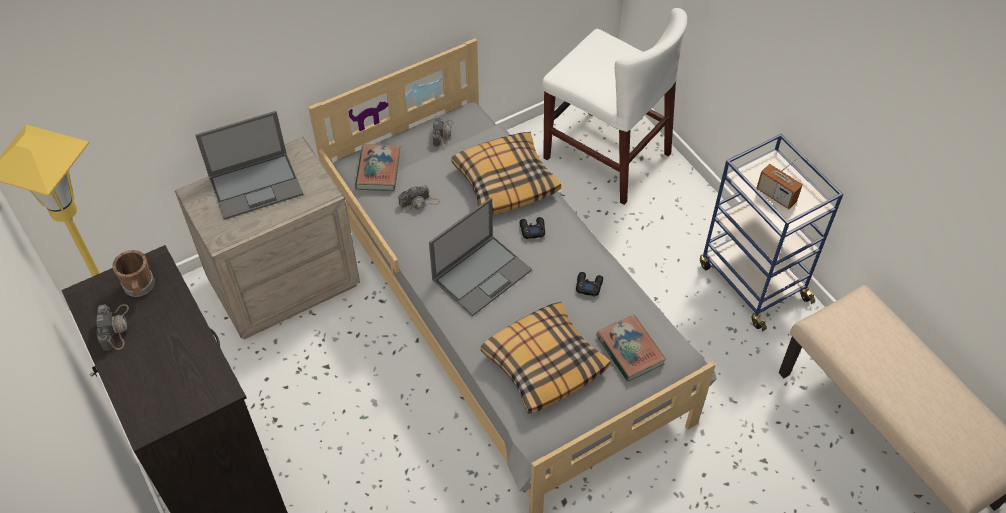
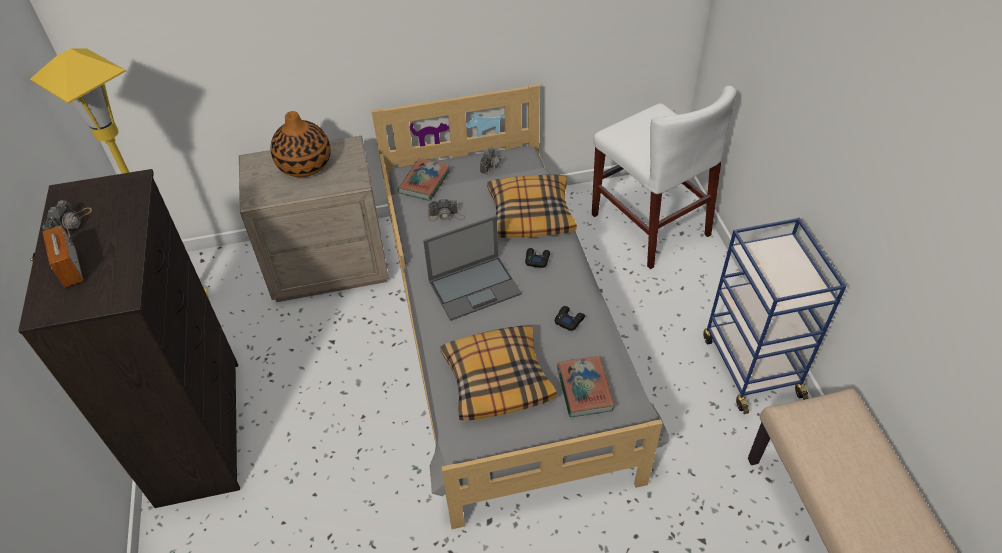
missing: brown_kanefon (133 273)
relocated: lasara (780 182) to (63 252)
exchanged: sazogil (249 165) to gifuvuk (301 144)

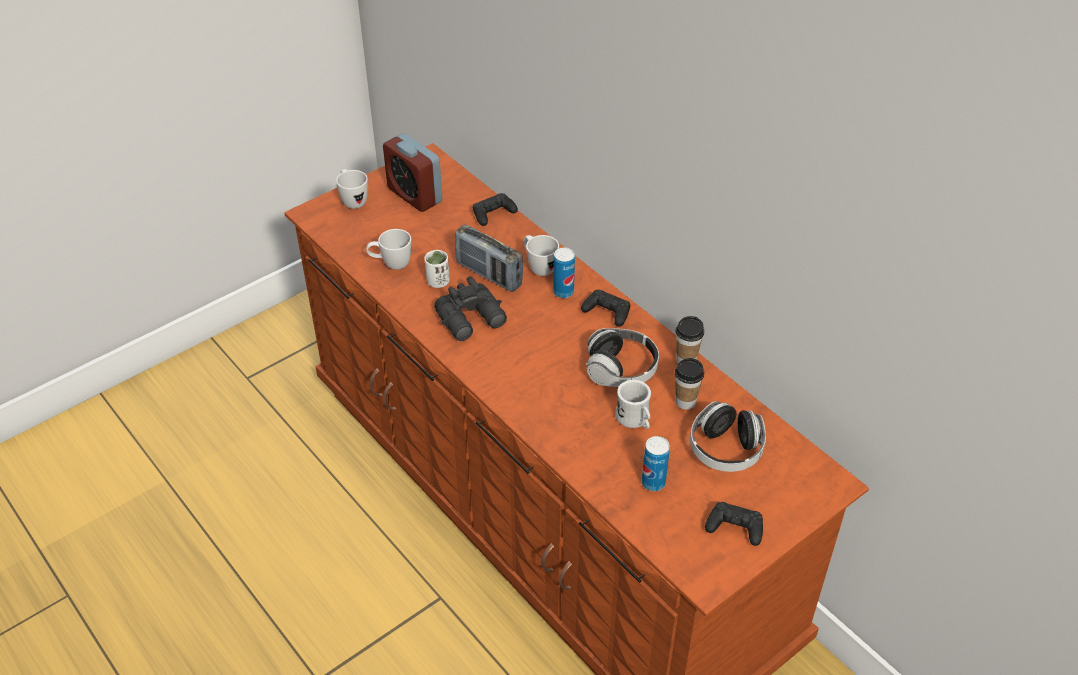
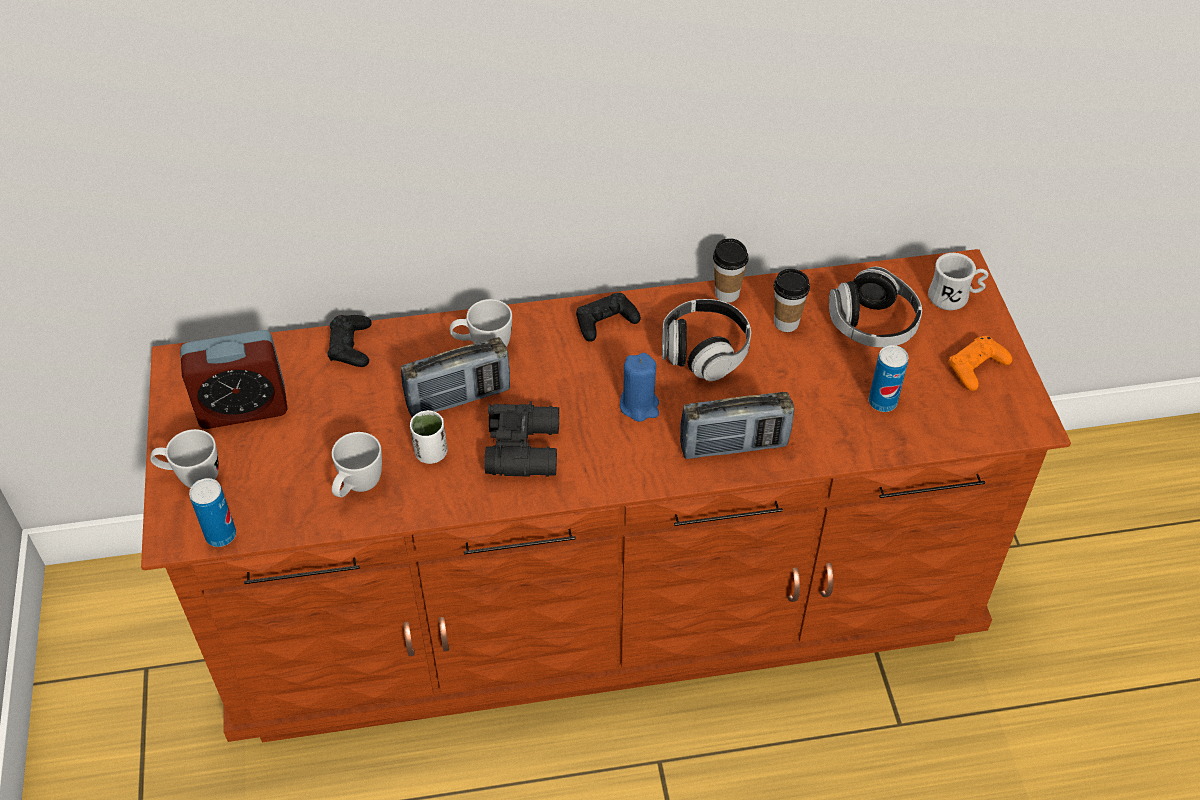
appeared: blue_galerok (639 387); lasara (737 425)
relocated: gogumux (564 272) to (212 512); white_kanefon (633 404) to (958 281)
colour: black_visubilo (734 524) to orange_visubilo (980 363)

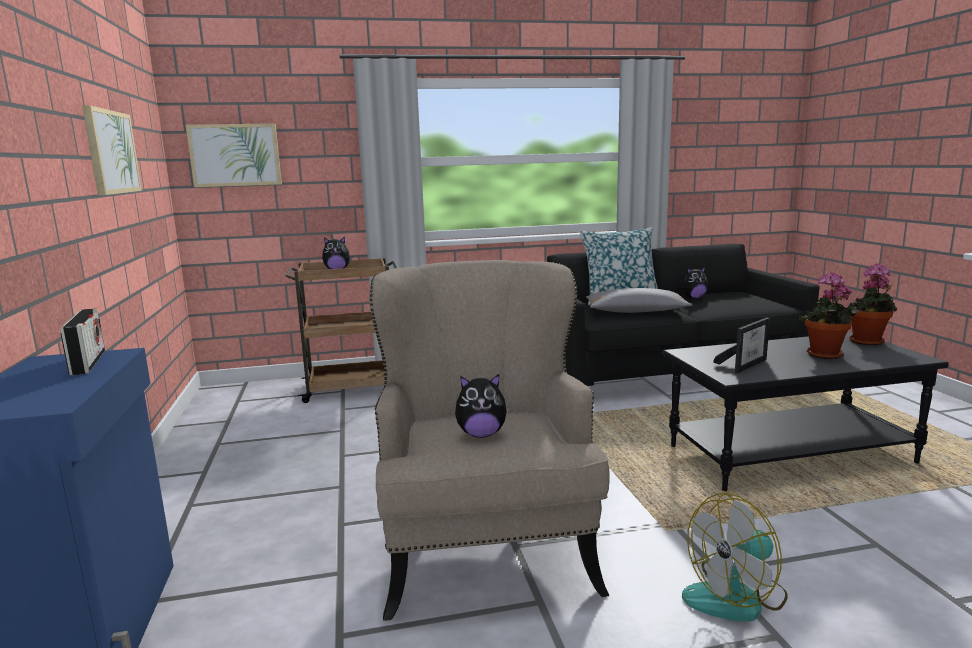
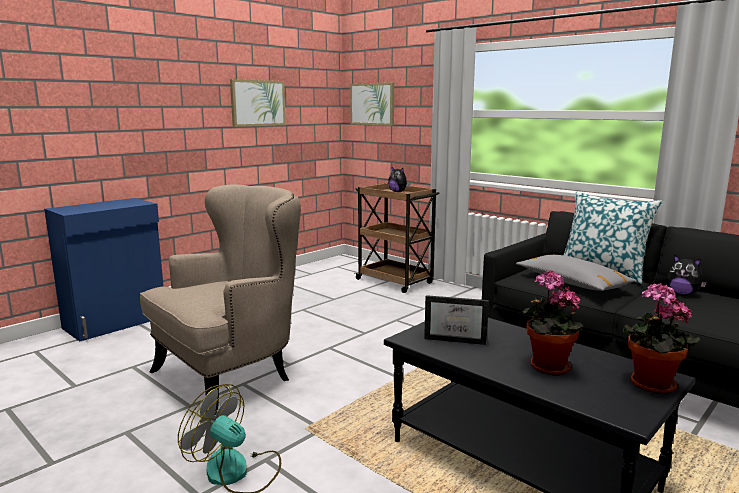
missing: lasara (82 342); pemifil (482 406)

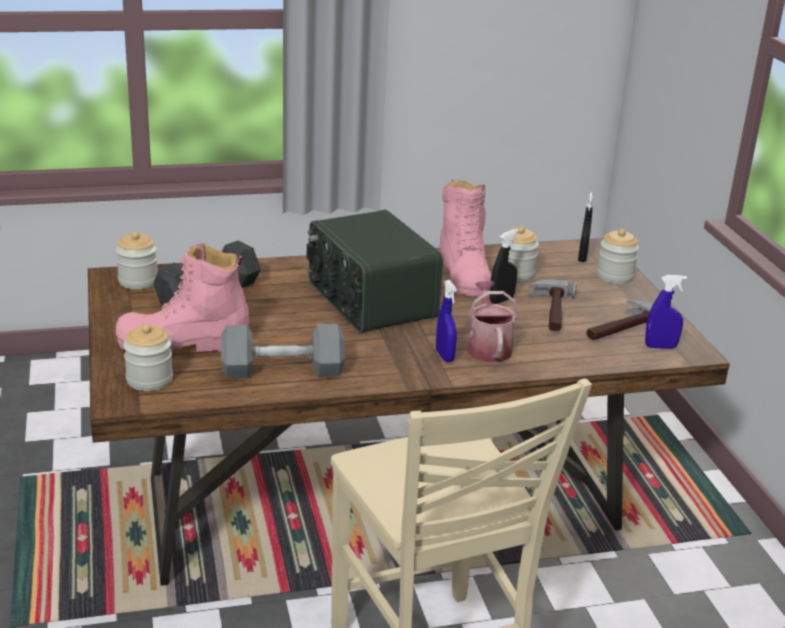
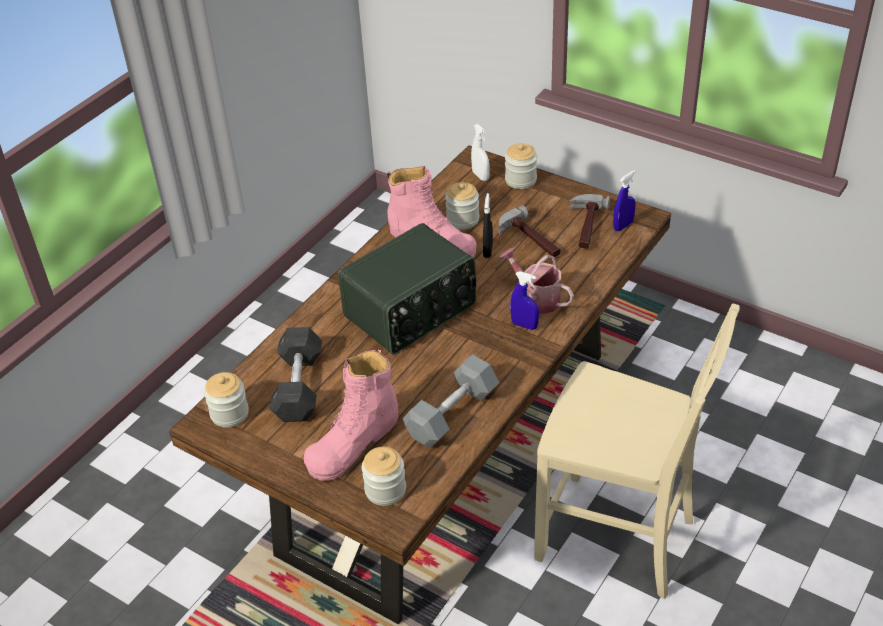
colour: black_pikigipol (585 227) to white_pikigipol (480 152)
spun: lasara (375 271) = (407 289) 60 degrees counterclockwise

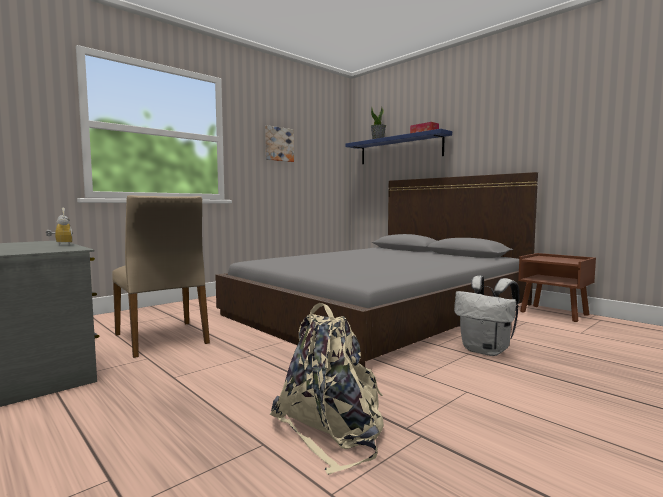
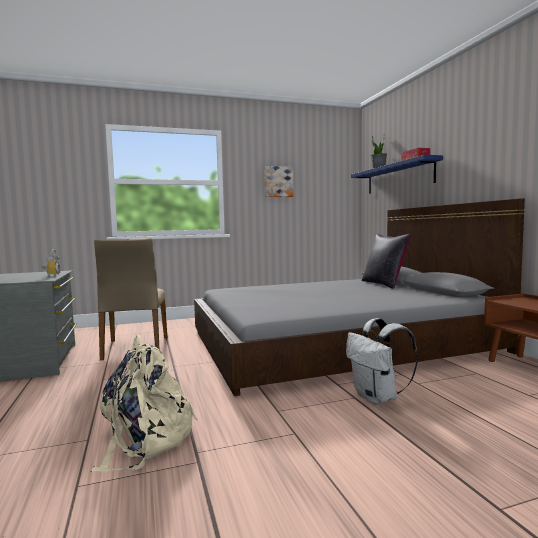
appeared: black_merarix (386 261)

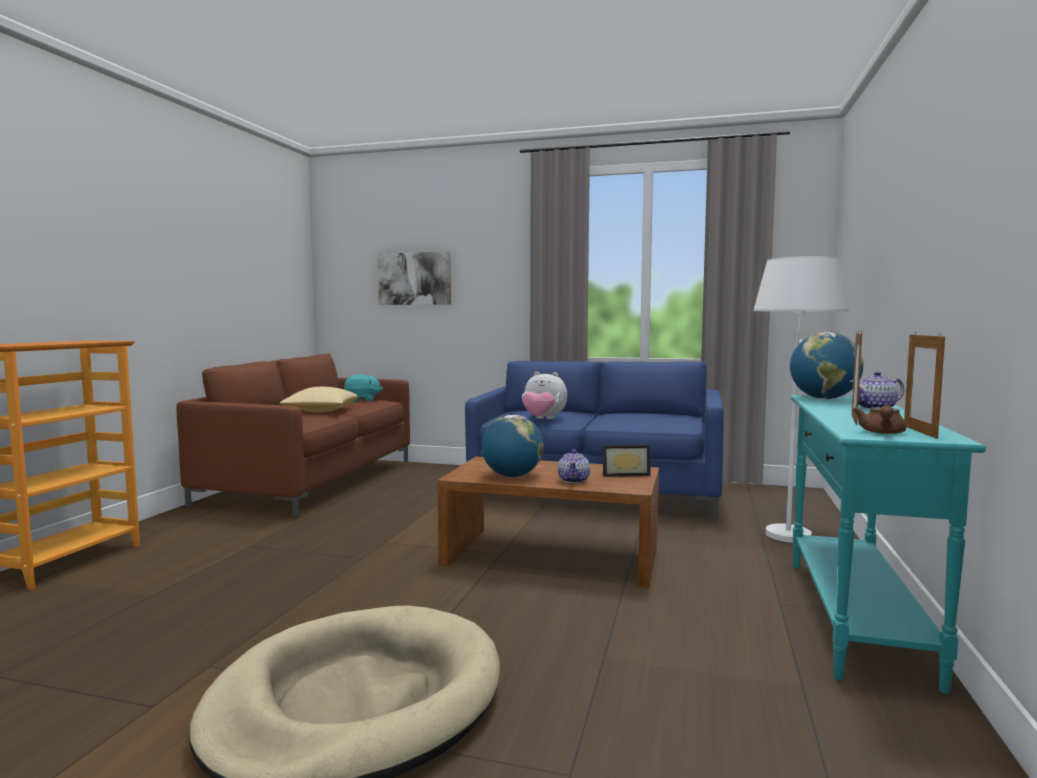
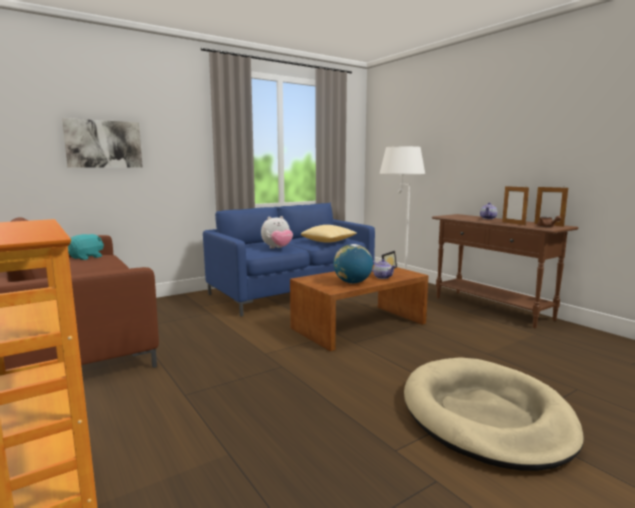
missing: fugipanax (827 365)
relocated: merarix (319 399) to (329 234)
colour: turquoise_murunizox (888 544) to brown_murunizox (505 271)

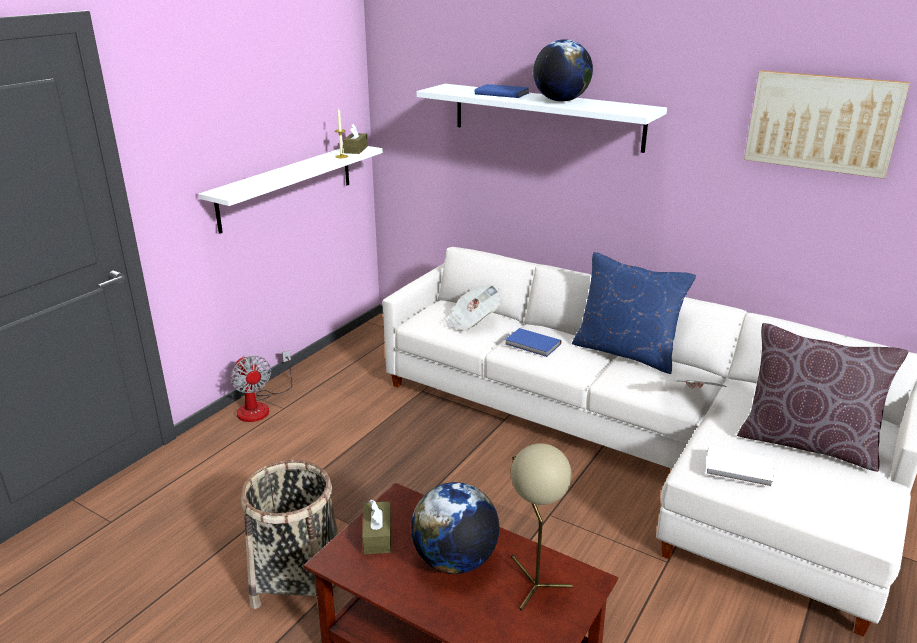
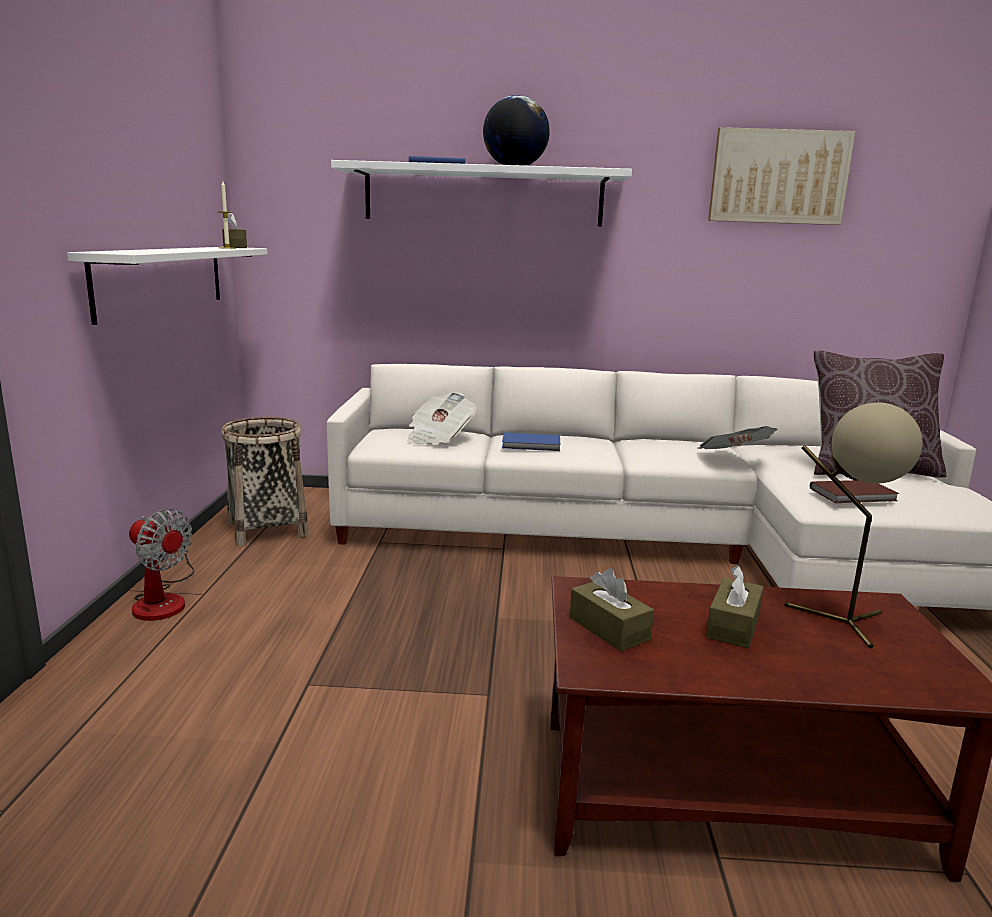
missing: blue_merarix (634 313)
relocated: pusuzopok (289 535) to (265 481)
exchanged: fugipanax (455 528) to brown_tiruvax (735 606)
colour: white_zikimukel (739 466) to brown_zikimukel (854 491)

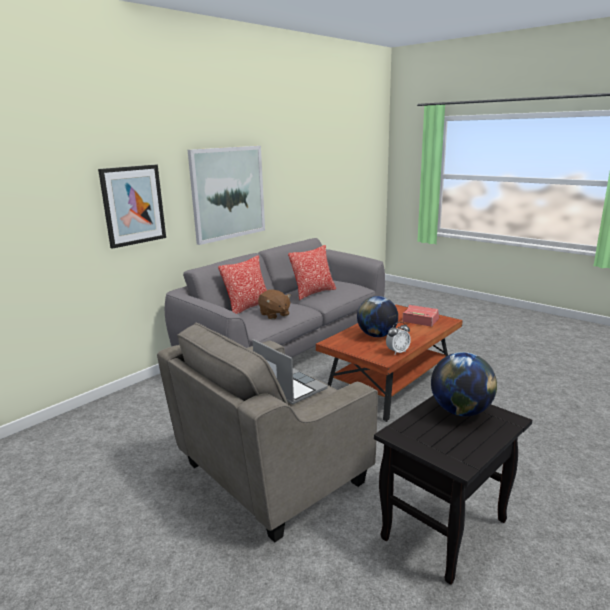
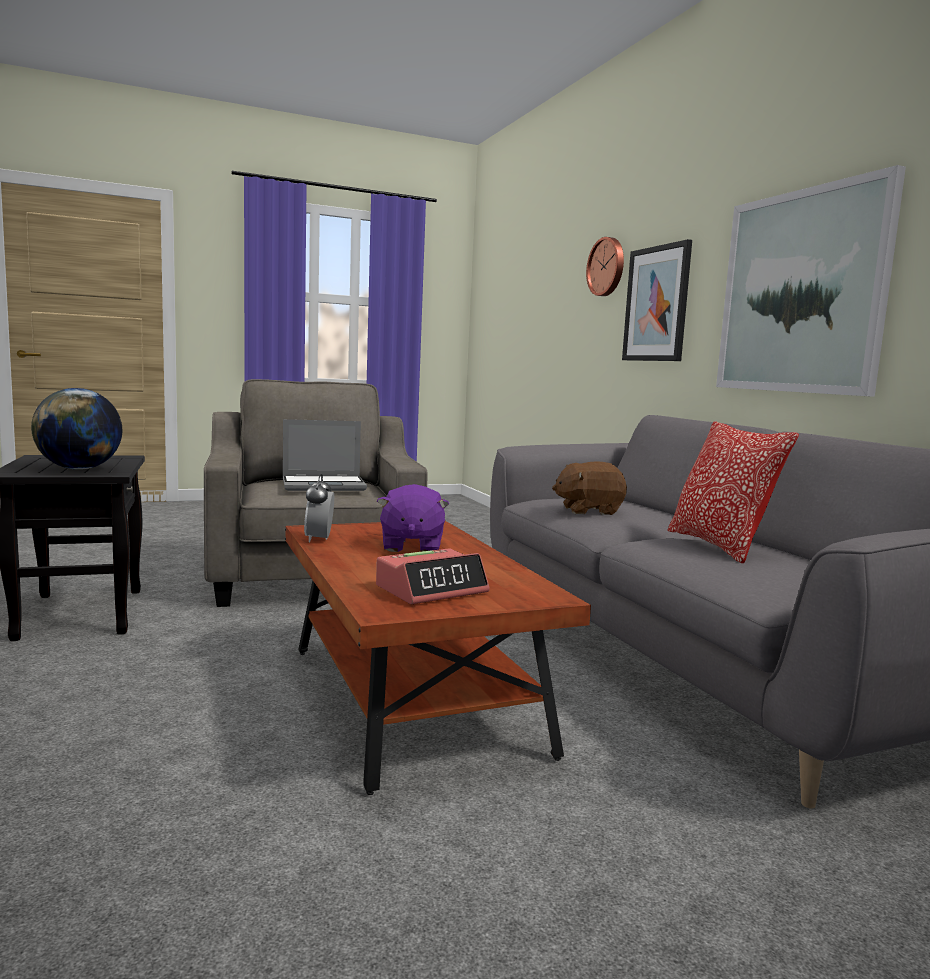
missing: merarix (242 284)
appeared: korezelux (605 266)
exchanged: fugipanax (377 316) to purple_pemifil (413 518)

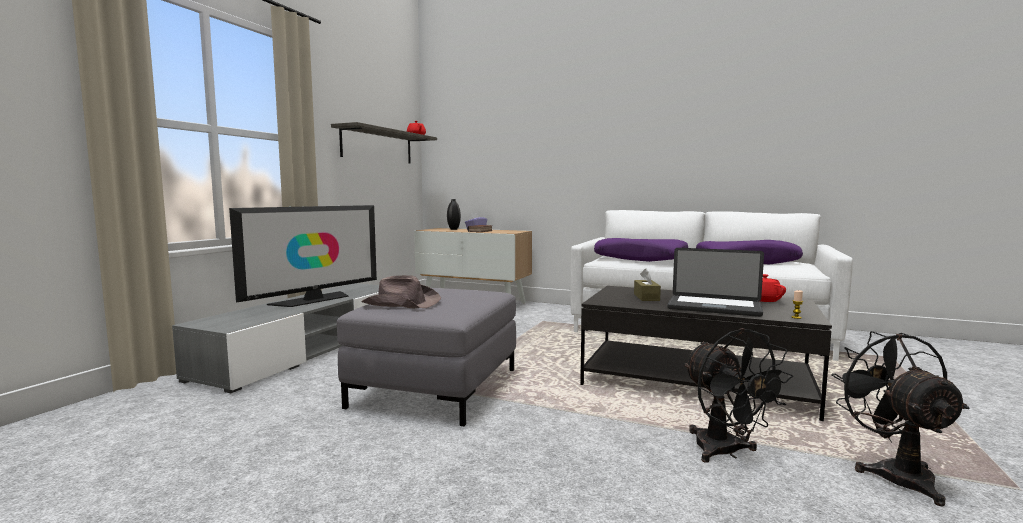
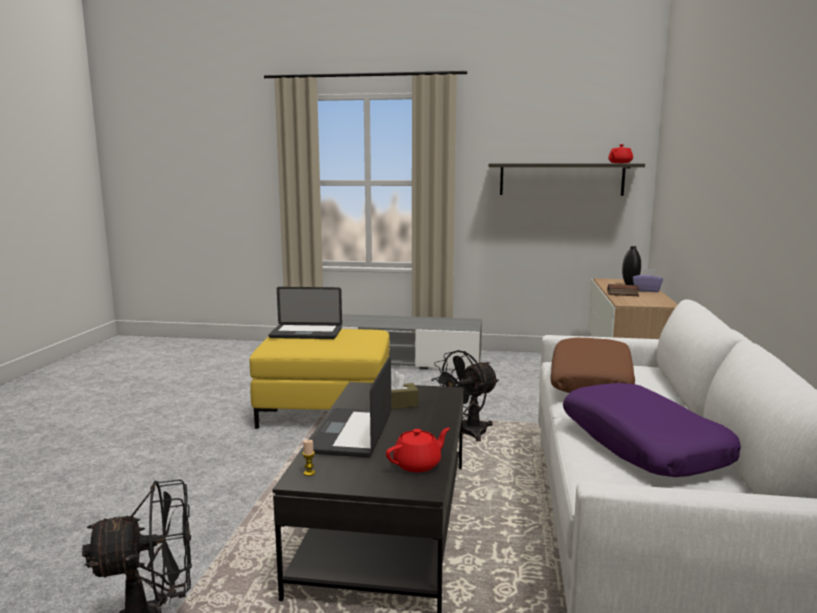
missing: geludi (303 256)
relocated: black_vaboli (738 395) to (465 396)
exchanged: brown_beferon (401 291) to sazogil (305 313)
colour: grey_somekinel (426 357) to yellow_somekinel (319 379); purple_merarix (641 250) to brown_merarix (592 365)

